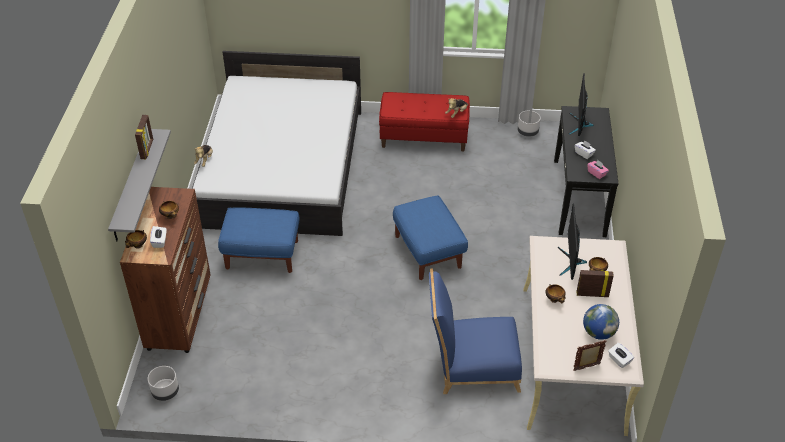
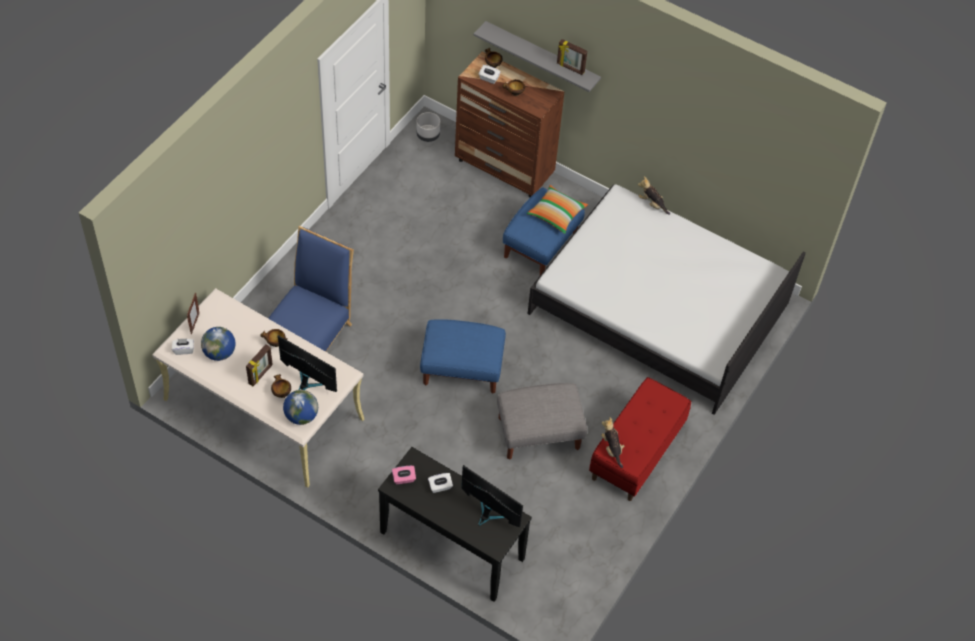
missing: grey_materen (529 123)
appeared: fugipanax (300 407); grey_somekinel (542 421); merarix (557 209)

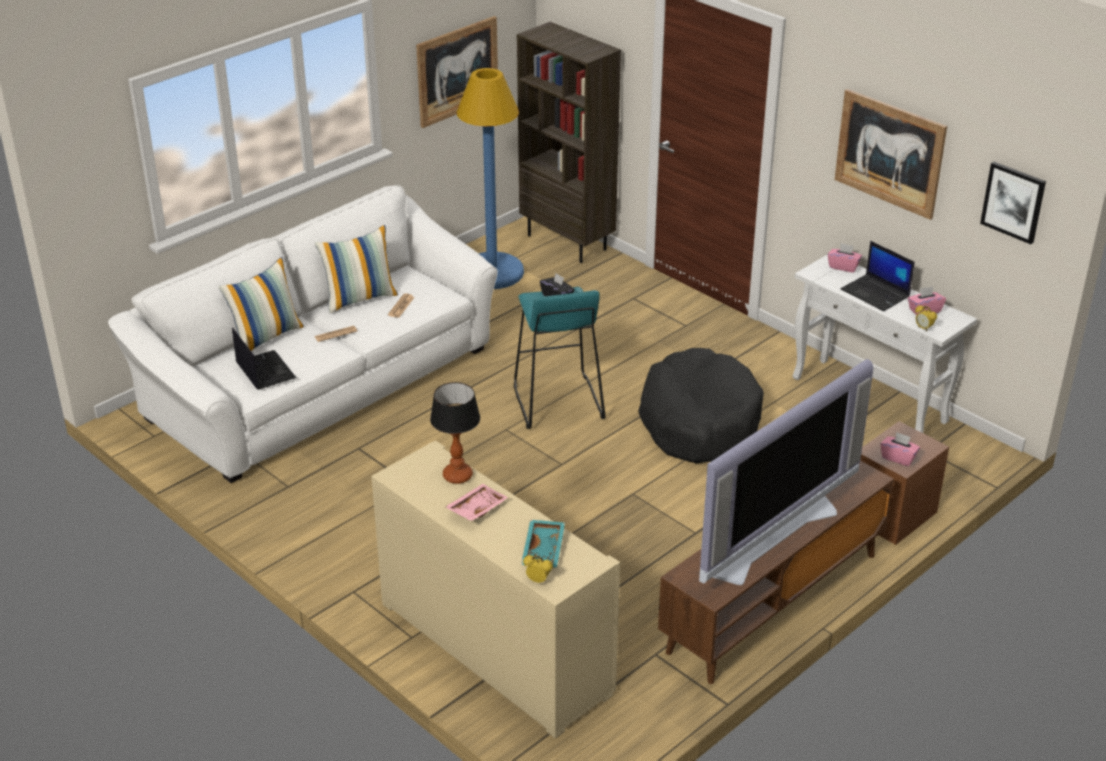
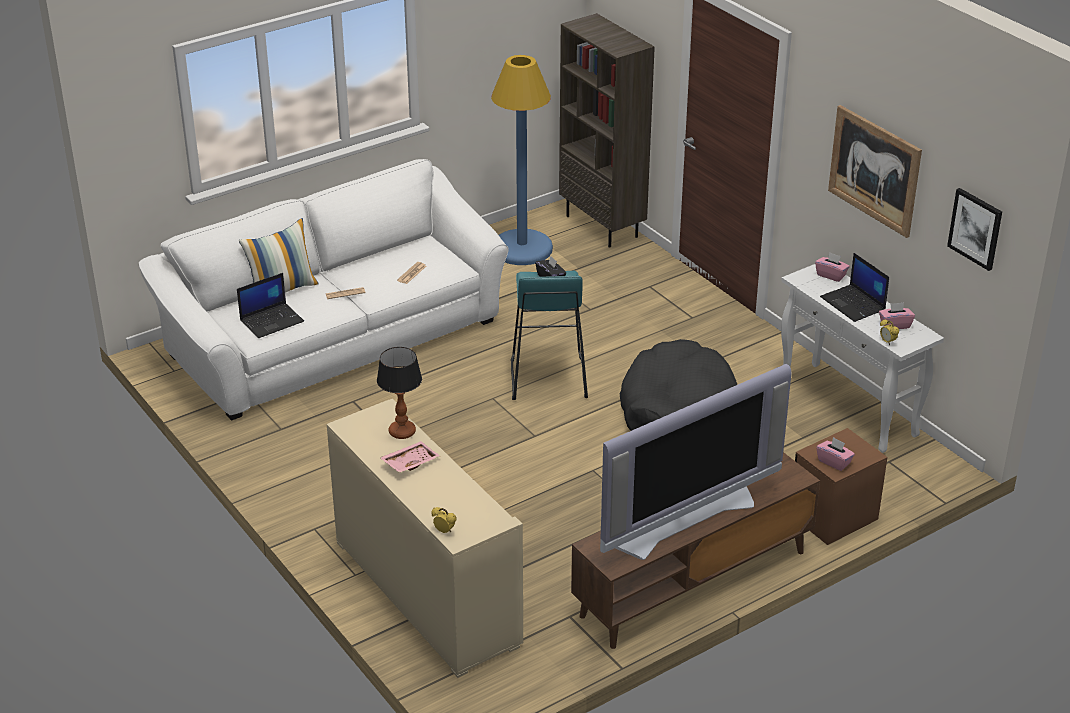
missing: merarix (356 269); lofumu (457 72); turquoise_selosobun (543 544)
spun: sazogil (264 358) = (270 305) 75 degrees clockwise

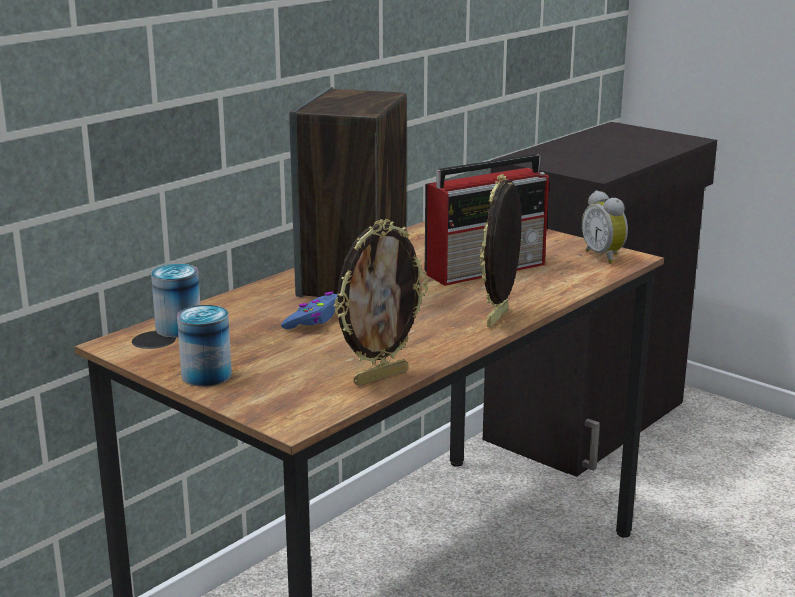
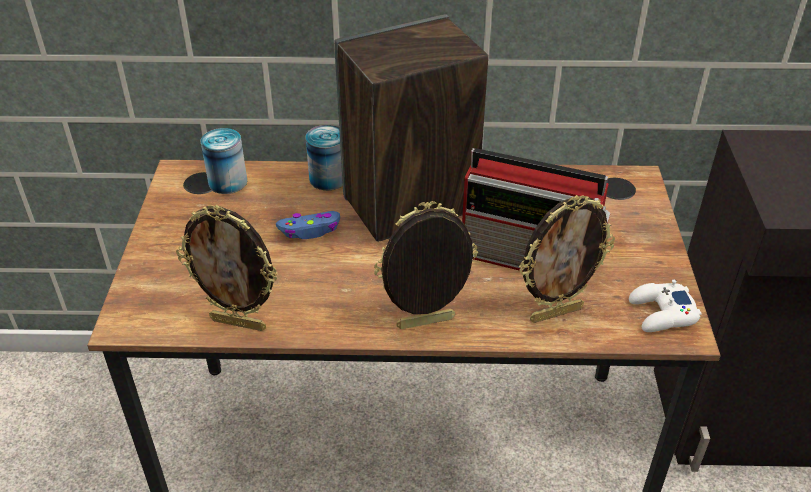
appeared: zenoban (567 259)
relocated: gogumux (204 346) to (324 157)
exchanged: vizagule (605 227) to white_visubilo (665 305)

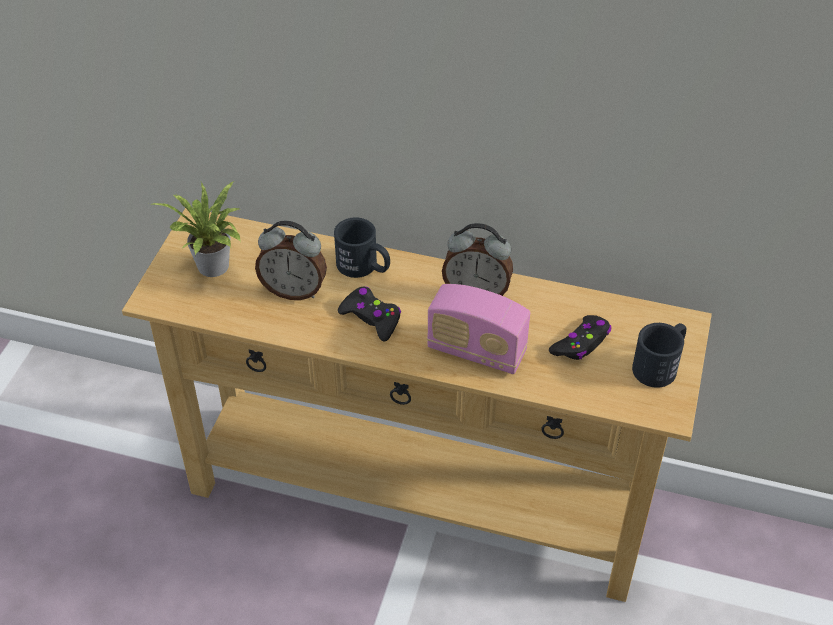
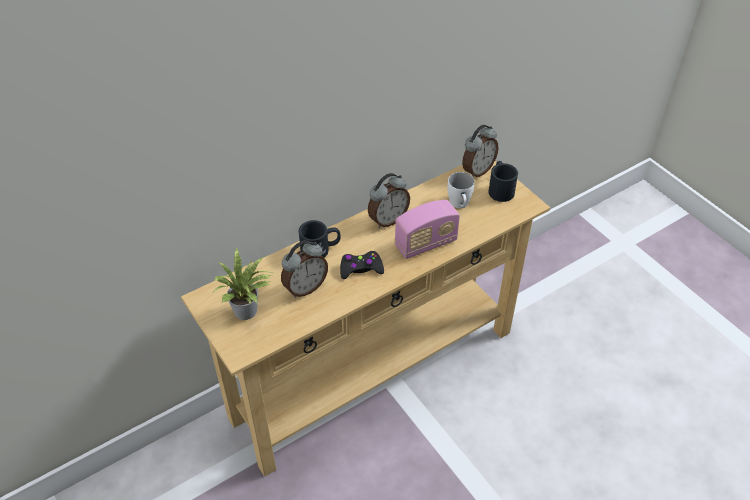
appeared: vizagule (480 151)
exchanged: black_visubilo (580 337) to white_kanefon (461 190)

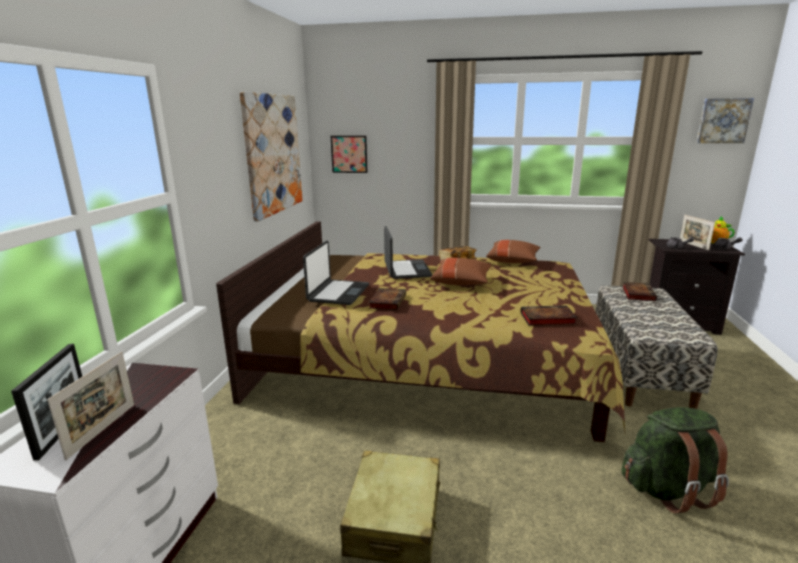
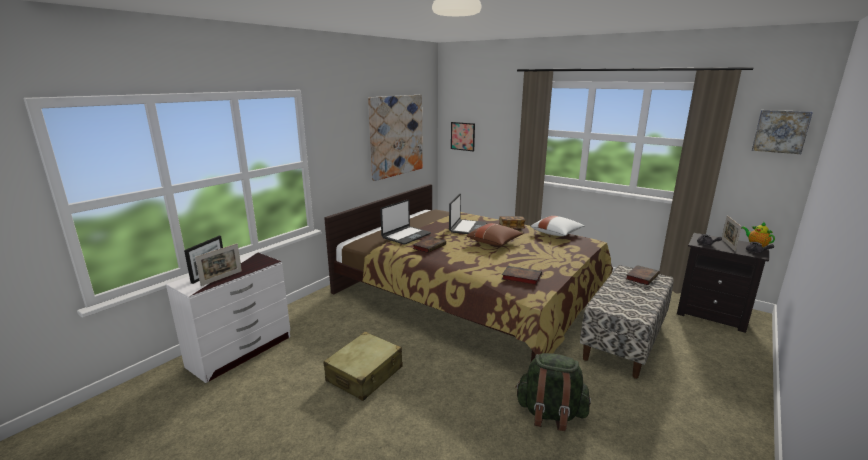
colour: brown_merarix (513 251) to white_merarix (557 226)

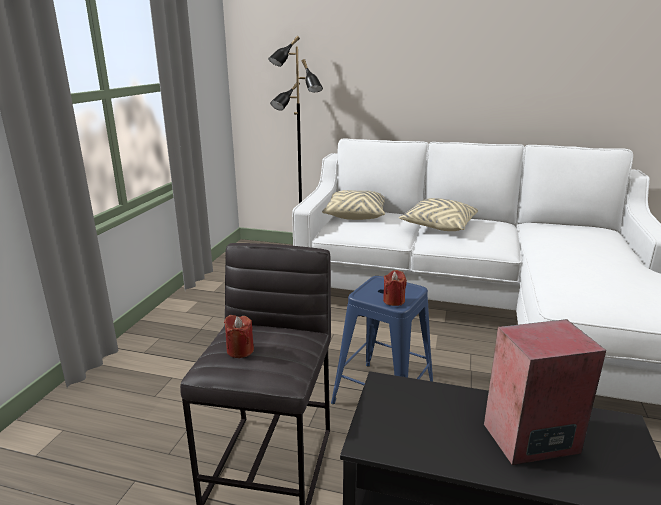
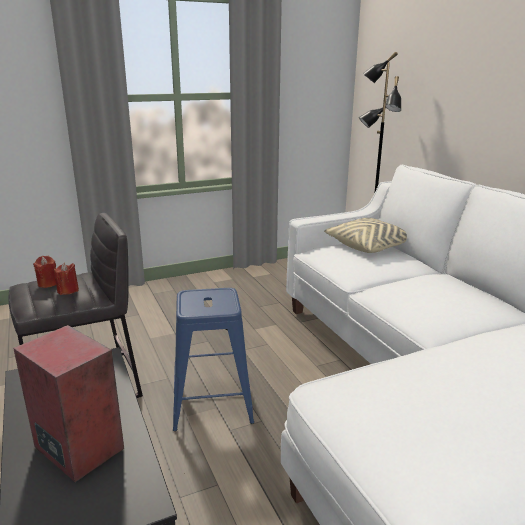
missing: beige_merarix (438 214)
relocated: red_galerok (395 288) to (66 279)

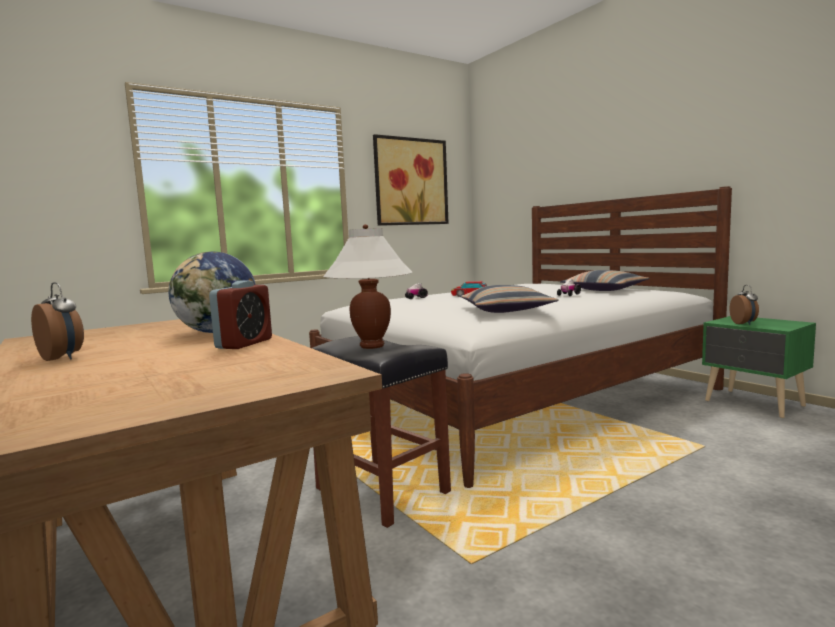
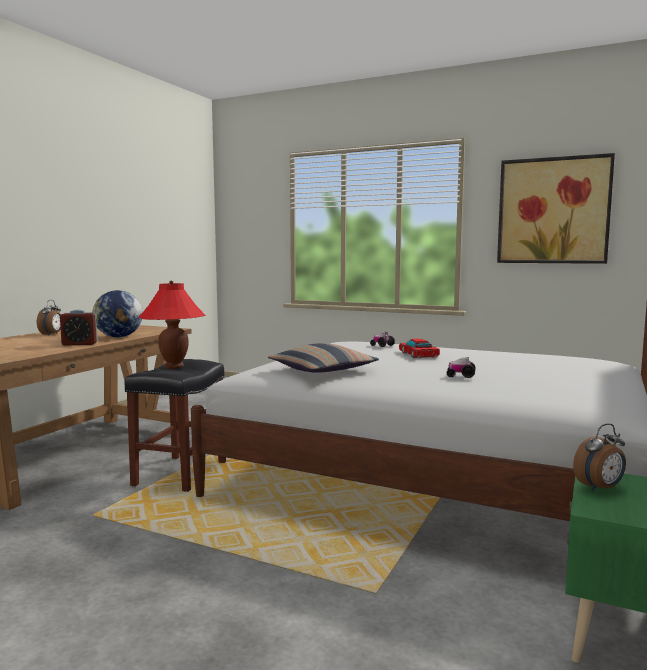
missing: merarix (605 280)
colour: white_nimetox (367 286) to red_nimetox (172 325)

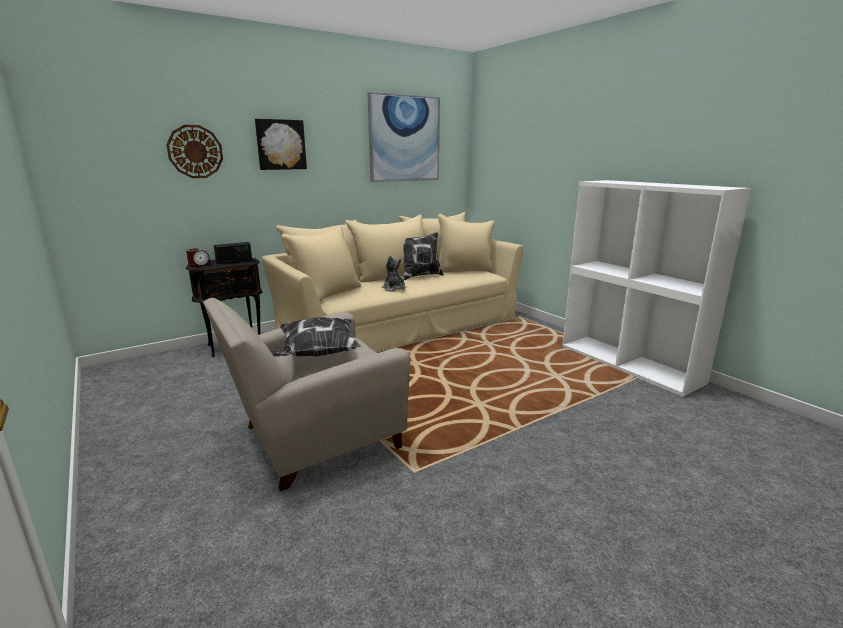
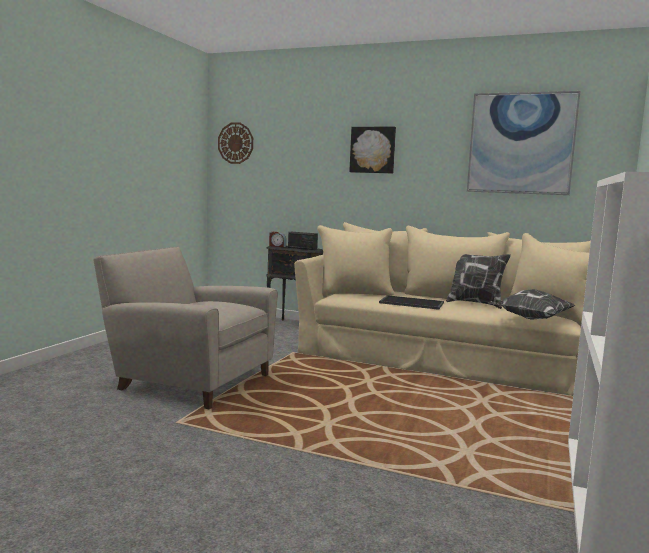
relocated: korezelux (194 151) to (235 143); merarix (316 337) to (531 304)
exchanged: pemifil (393 273) to selosobun (411 302)

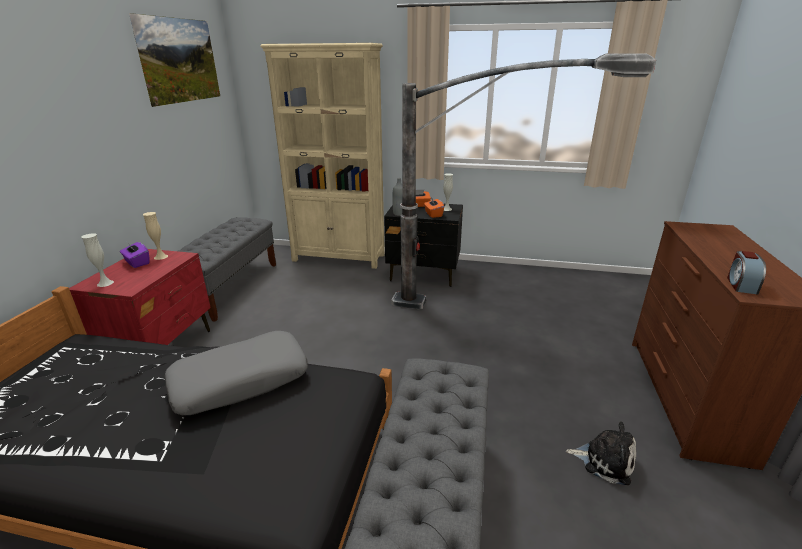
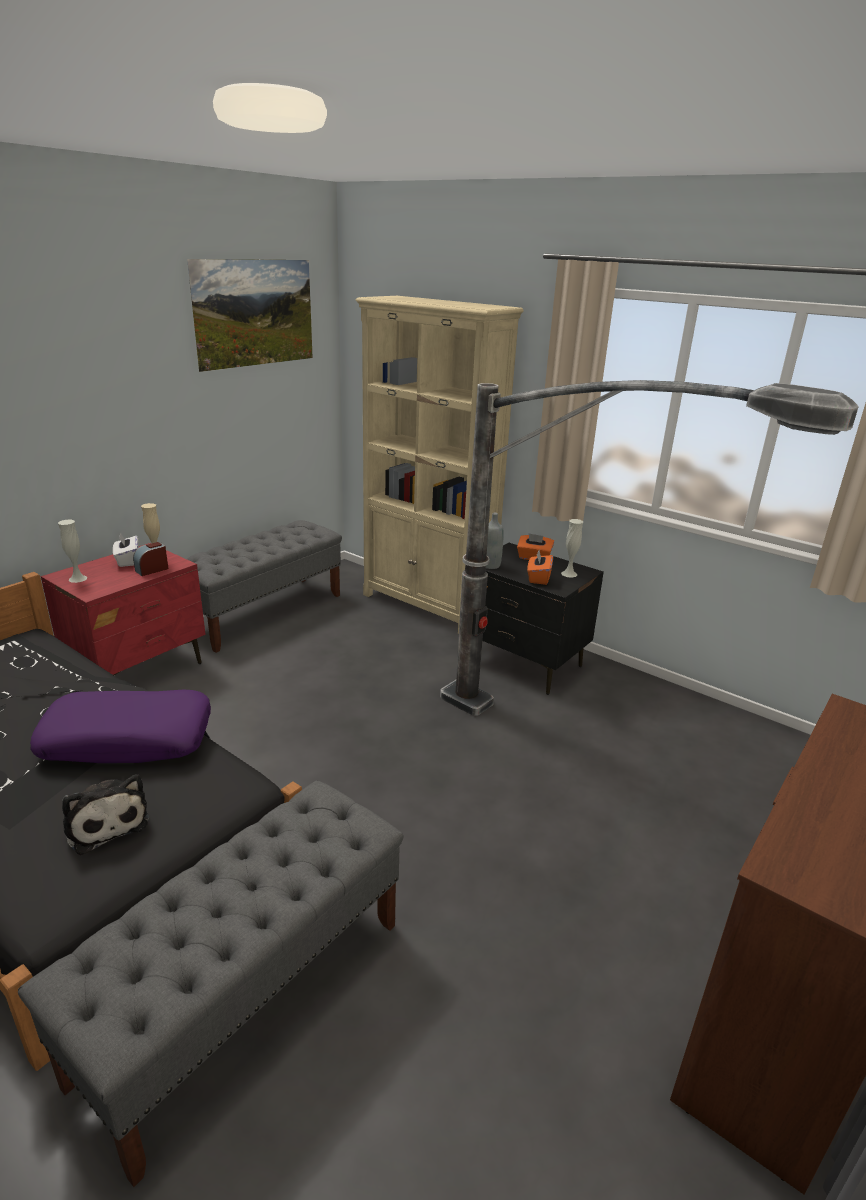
relocated: pemifil (601 453) to (105 814); vizagule (746 273) to (150 559)
colour: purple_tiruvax (135 255) to white_tiruvax (126 549); grey_merarix (236 373) to purple_merarix (120 726)

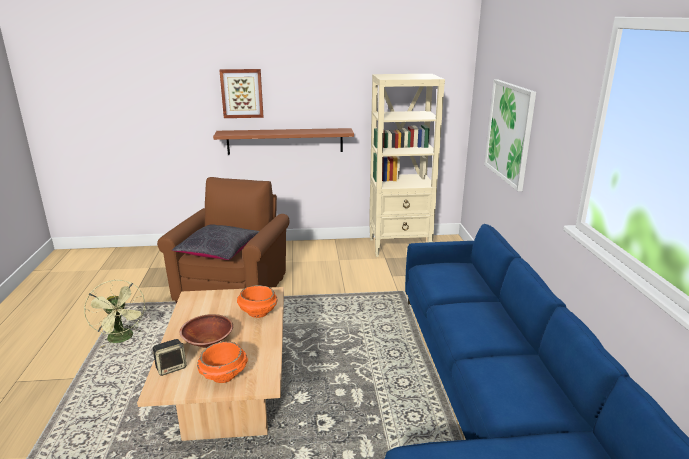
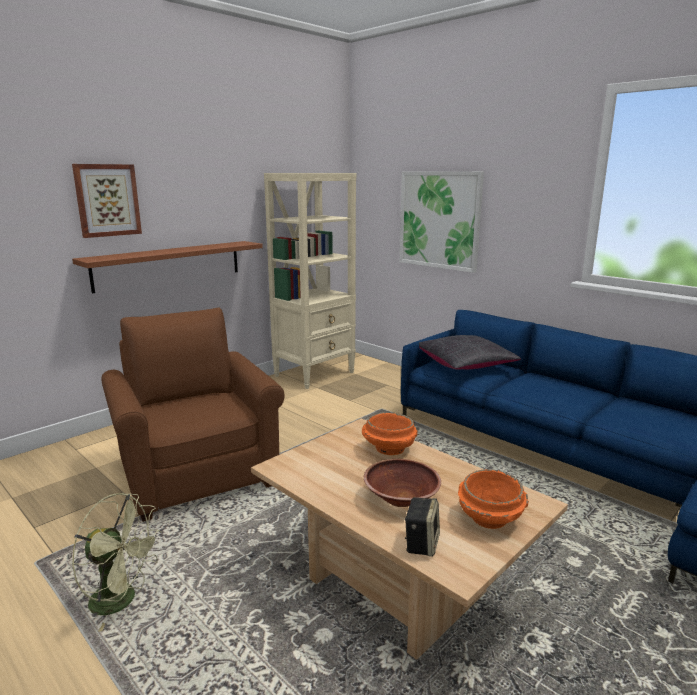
relocated: black_merarix (215 242) to (470 352)

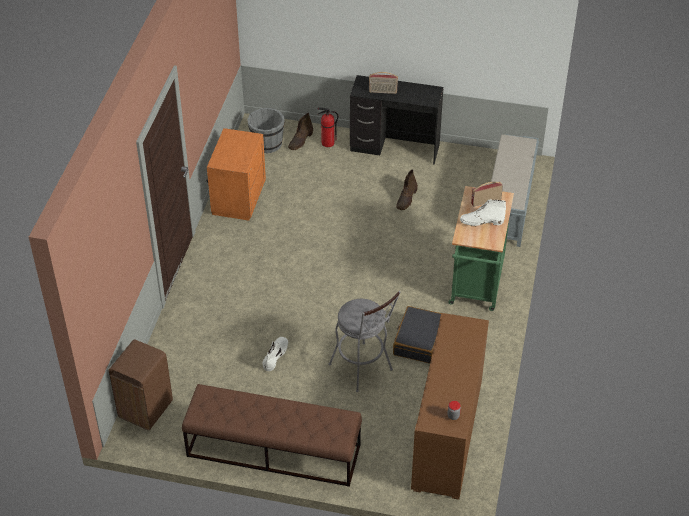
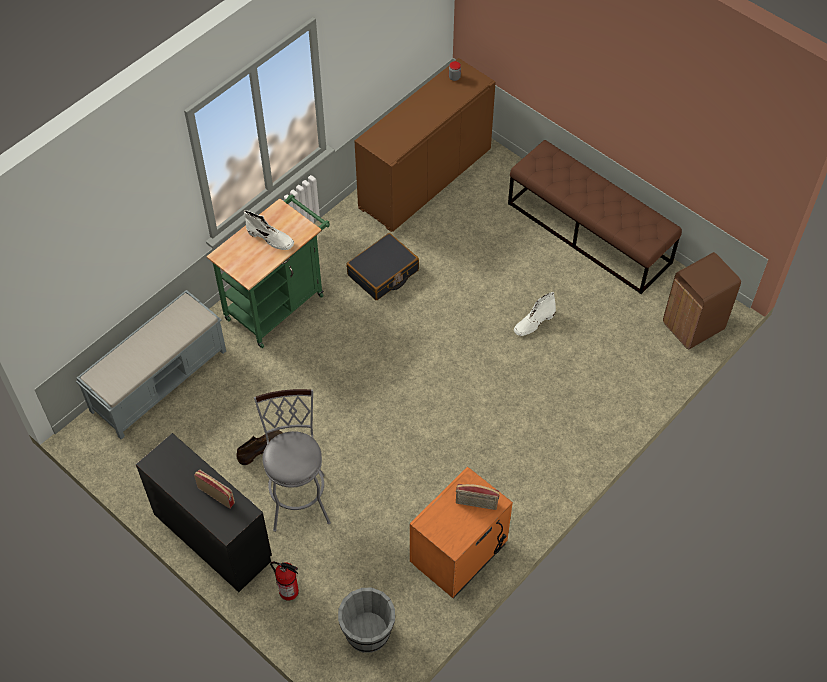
missing: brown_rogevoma (300 131)
relocated: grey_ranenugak (365 341) to (292 460); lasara (487 194) to (477 497)

